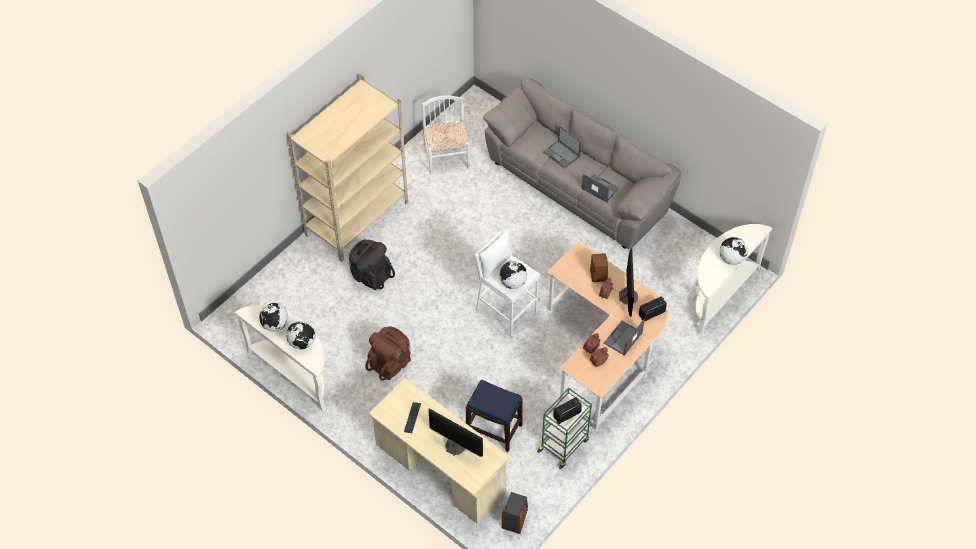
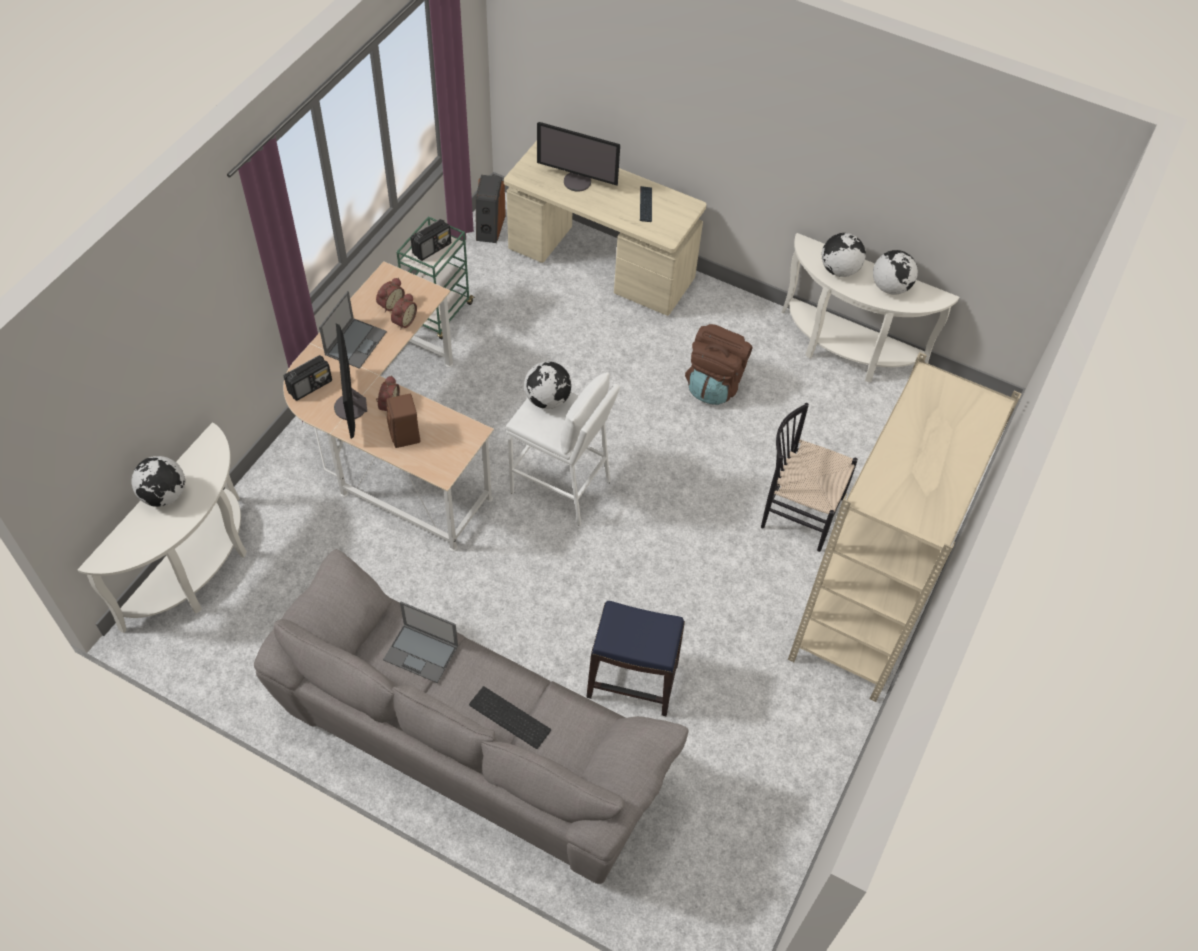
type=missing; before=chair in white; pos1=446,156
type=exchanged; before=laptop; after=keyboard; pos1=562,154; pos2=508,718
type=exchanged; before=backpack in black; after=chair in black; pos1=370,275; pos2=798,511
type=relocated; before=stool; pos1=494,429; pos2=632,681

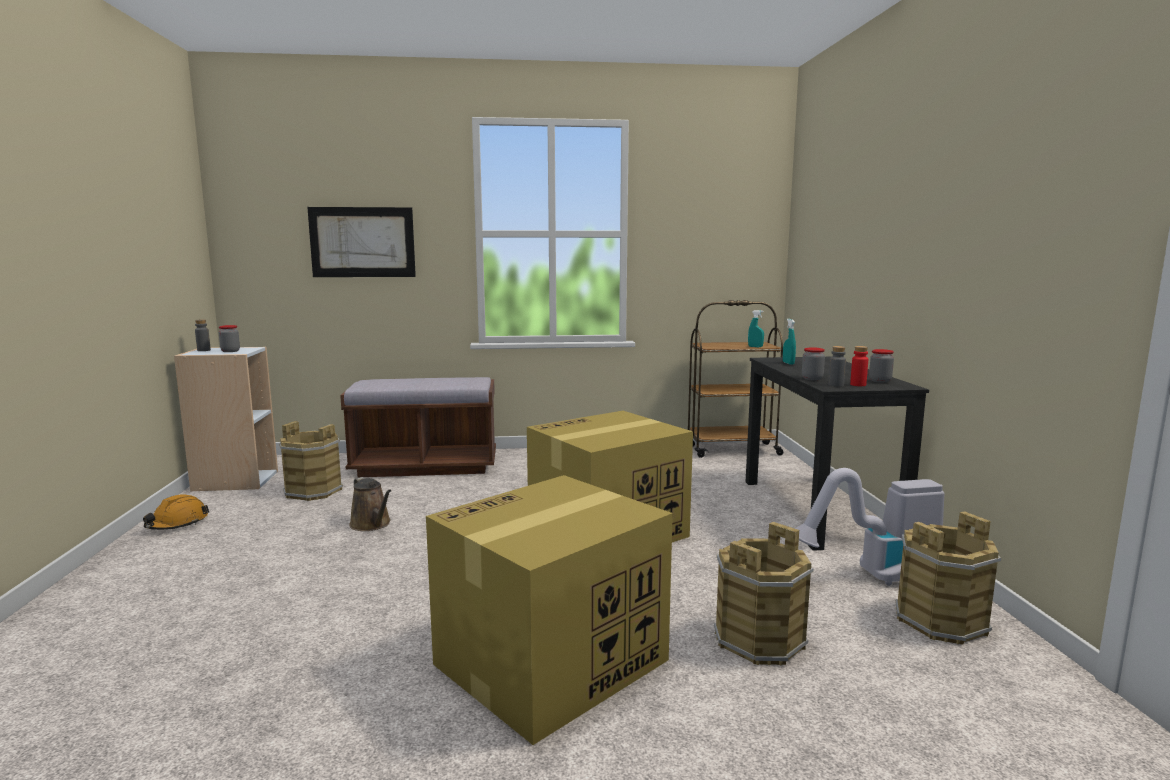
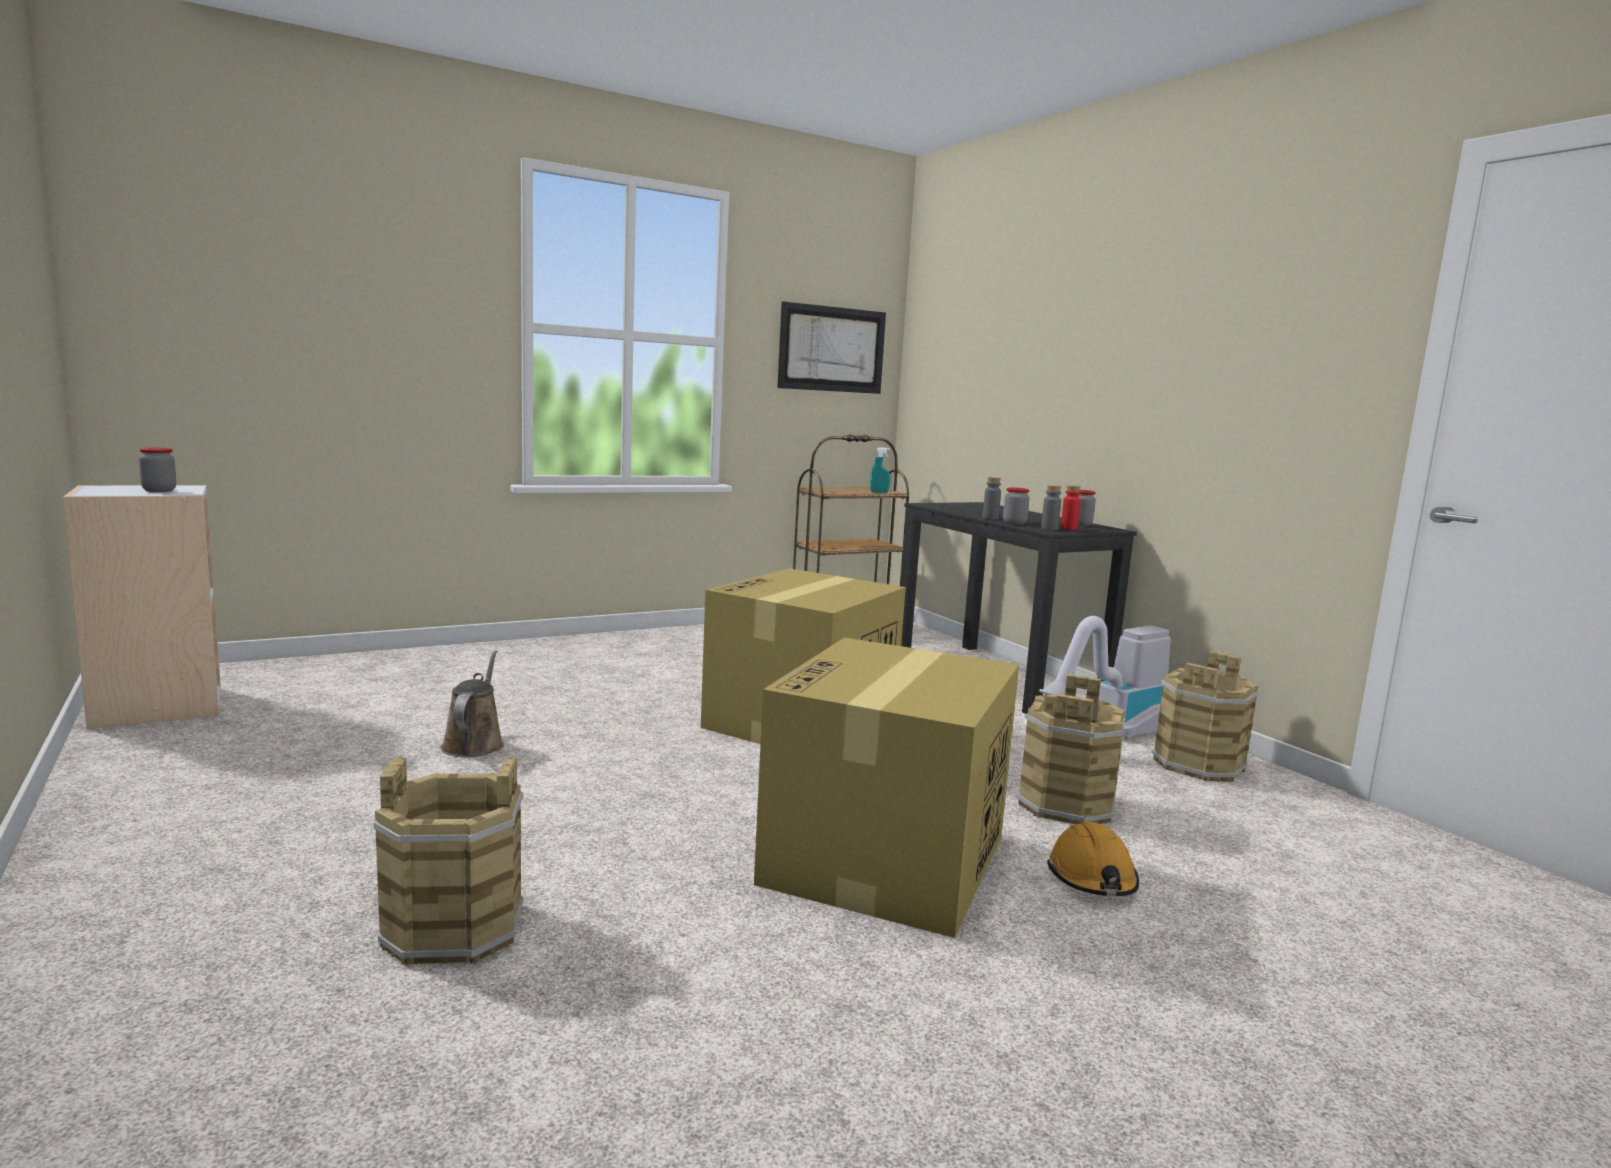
type=relocated; before=picture; pos1=362,242; pos2=832,349
type=missing; before=spray bottle in turquoise; pos1=788,363
type=relocated; before=bottle in grey; pos1=204,350; pos2=990,518
type=missing; before=bench in brown; pos1=425,466
type=relocated; before=bucket in brown; pos1=314,491; pos2=454,927
type=spun; before=watering can in brown; pos1=372,524; pos2=474,744; turn=-120
type=relocated; before=hard hat in orange; pos1=177,524; pos2=1092,878

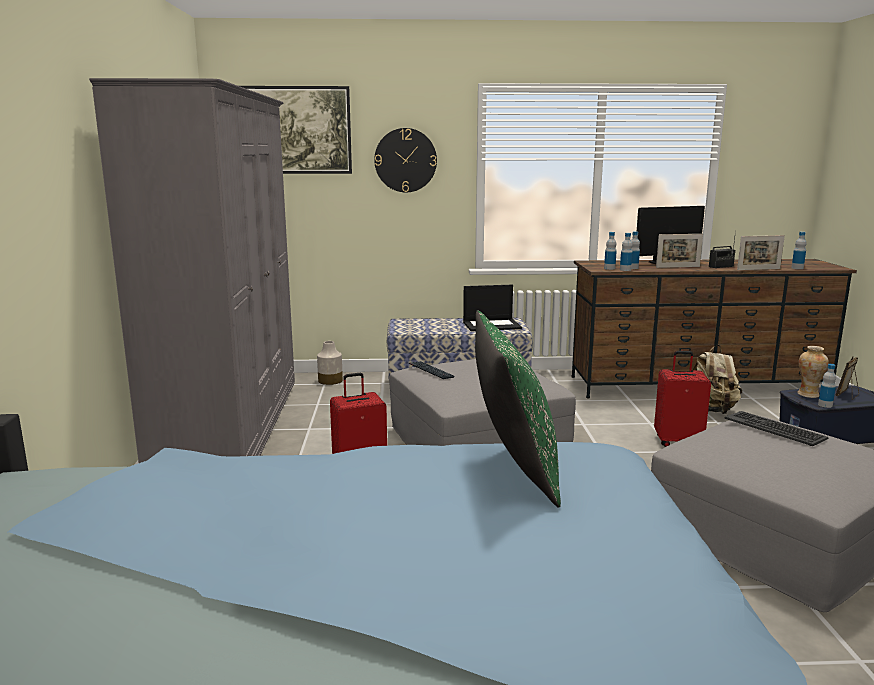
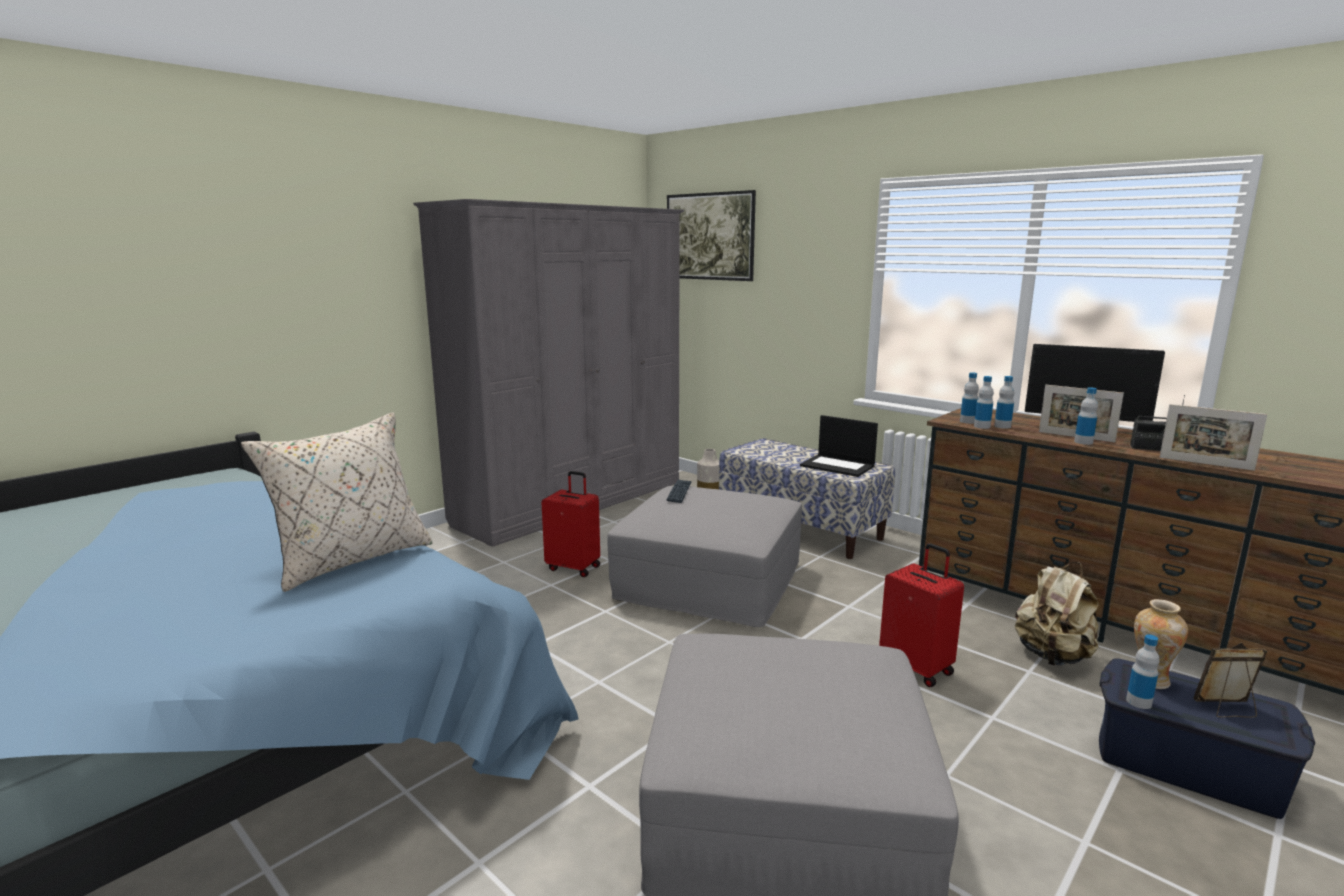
type=missing; before=wall clock; pos1=405,160
type=relocated; before=bottle; pos1=797,268; pos2=1083,442
type=colour; before=pillow in green; after=pillow in beige; pos1=513,470; pos2=351,560
type=missing; before=keyboard; pos1=775,428

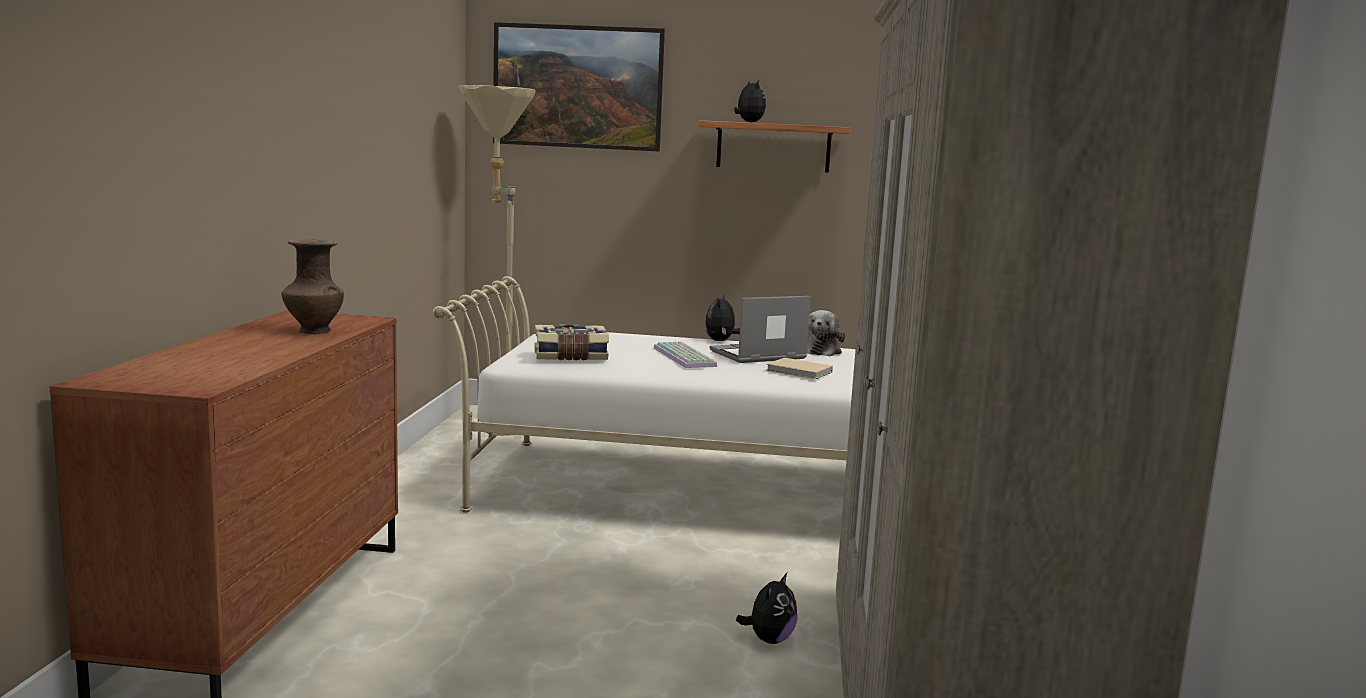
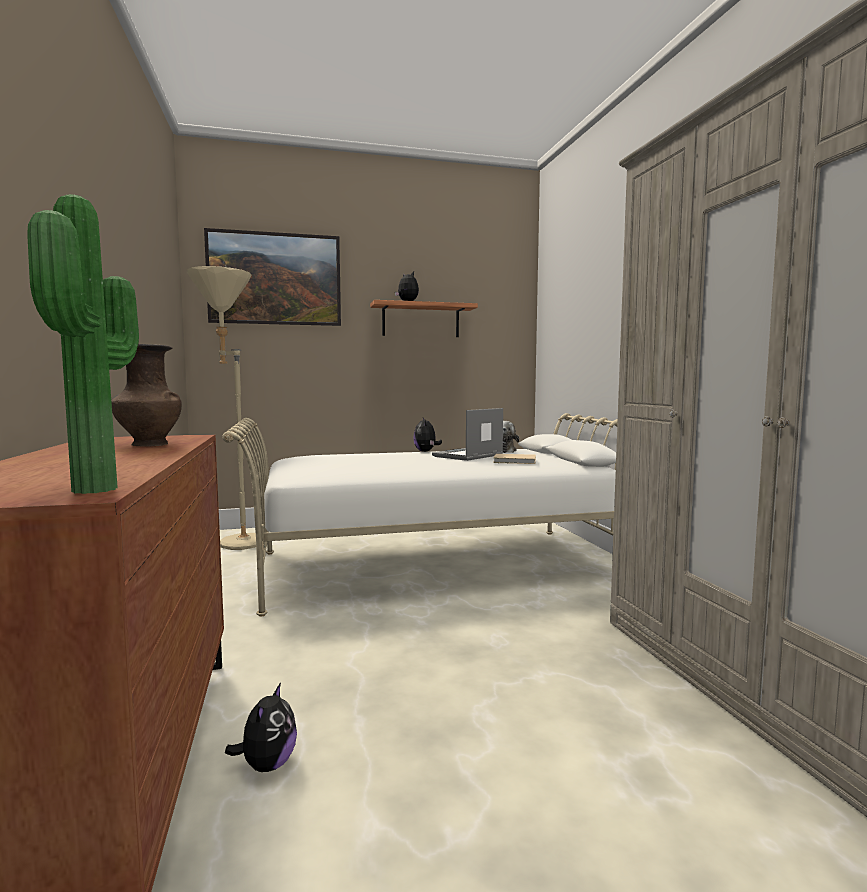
type=missing; before=book; pos1=570,356
type=missing; before=keyboard; pos1=686,357
type=relocated; before=plush toy; pos1=769,640; pos2=267,765
type=appeared; after=potted plant; pos2=103,489

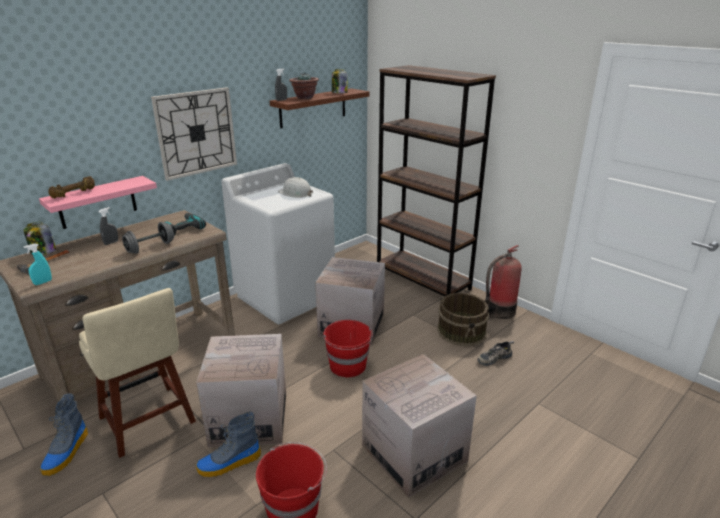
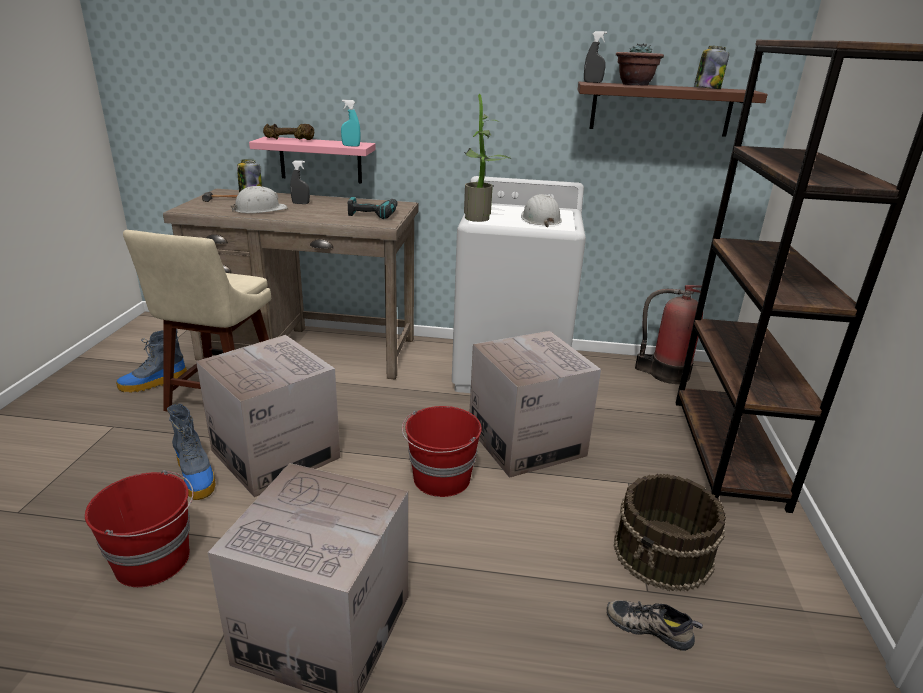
type=missing; before=wall clock; pos1=196,133
type=missing; before=dumbbell in grey; pos1=150,247
type=relocated; before=spray bottle in turquoise; pos1=43,282; pos2=351,146
type=relocated; before=fire extinguisher; pos1=499,312; pos2=665,373
type=spun; before=boot; pos1=229,463; pos2=196,477; turn=-150
type=appeared; after=potted plant; pos2=481,218
type=appeared; after=hard hat in white; pos2=260,209

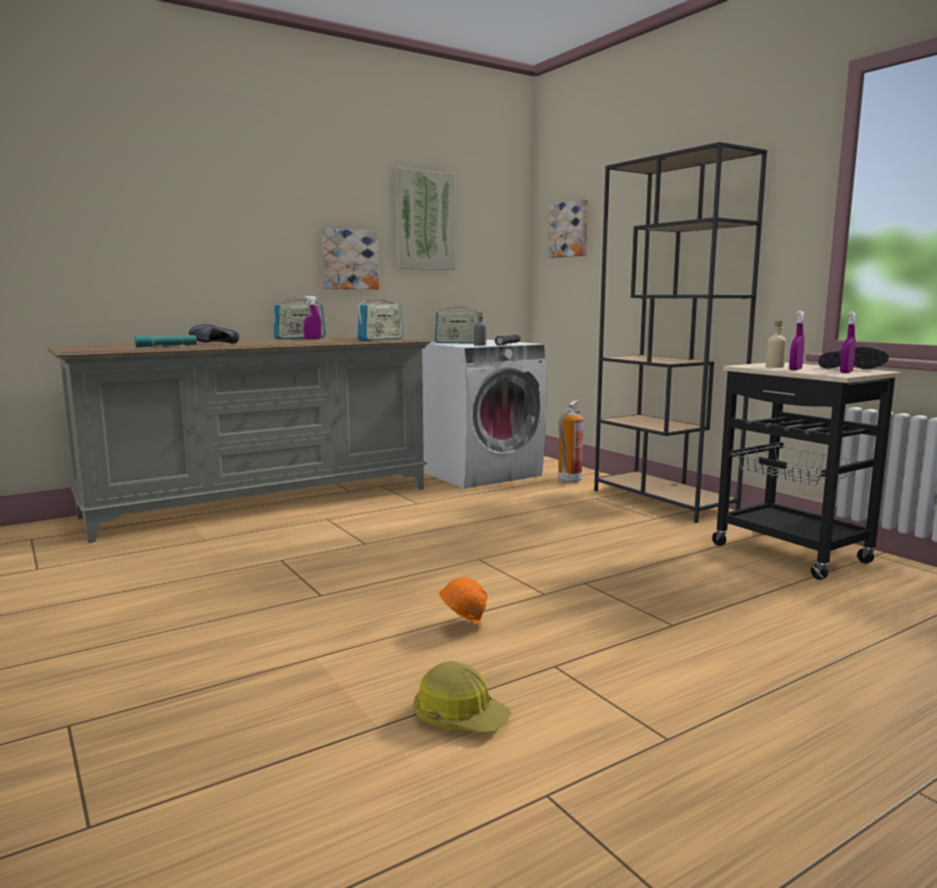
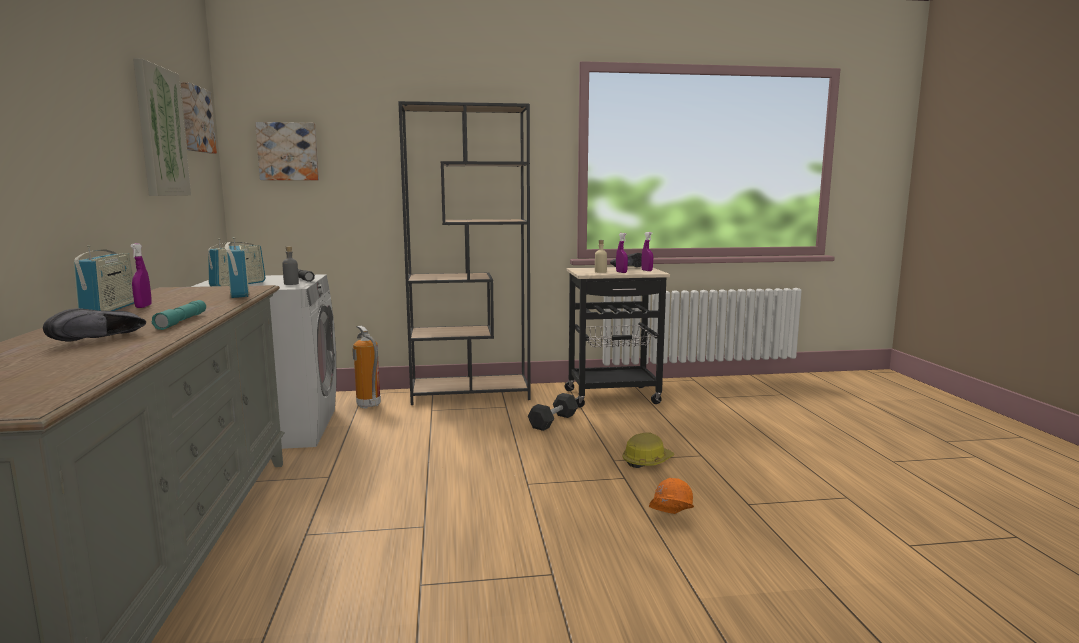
type=relocated; before=picture; pos1=349,260; pos2=195,119
type=relocated; before=flashlight in turquoise; pos1=166,346; pos2=182,321
type=relocated; before=hard hat; pos1=459,717; pos2=647,461
type=appeared; after=dumbbell in black; pos2=553,421

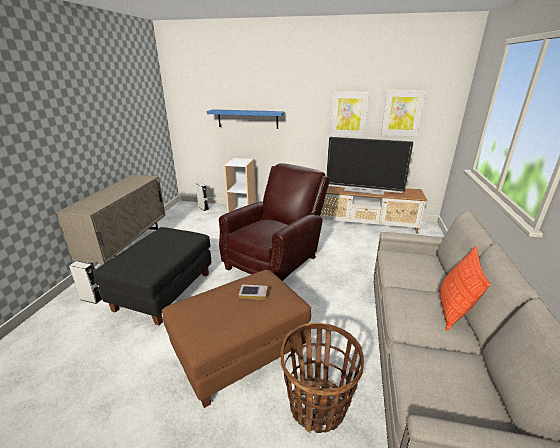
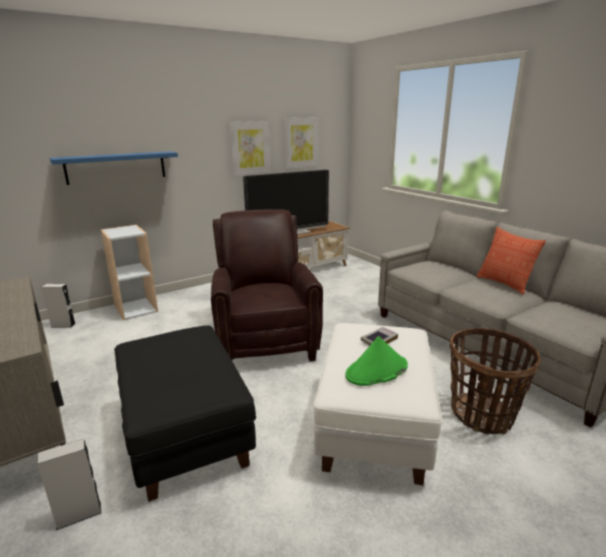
type=colour; before=ottoman in brown; after=ottoman in white; pos1=239,353; pos2=374,426
type=appeared; after=hat in green; pos2=376,371

